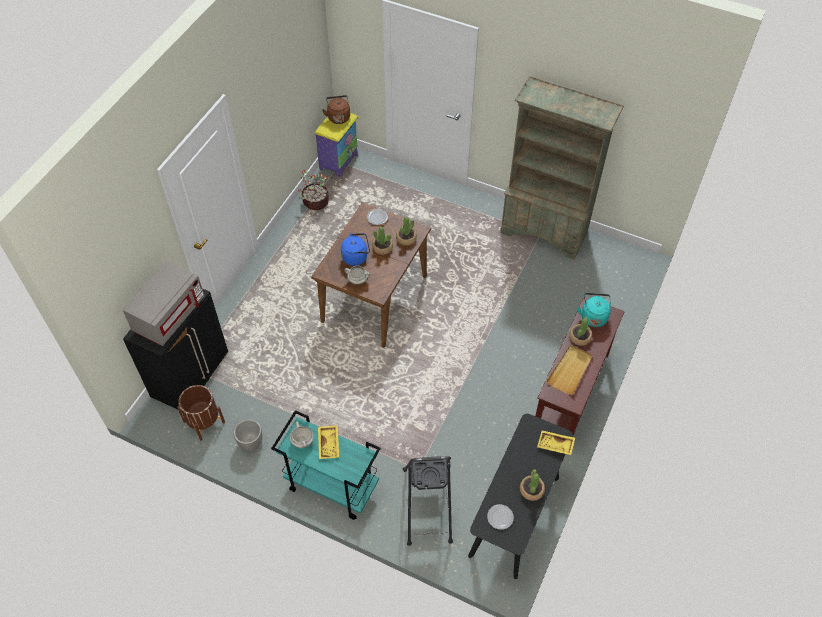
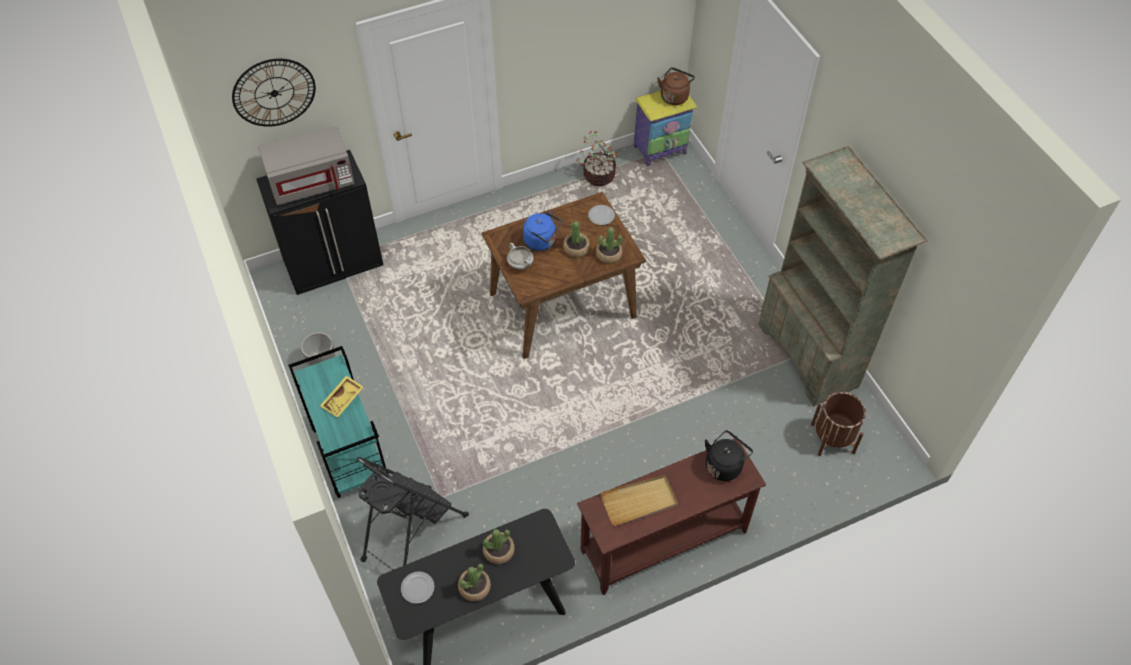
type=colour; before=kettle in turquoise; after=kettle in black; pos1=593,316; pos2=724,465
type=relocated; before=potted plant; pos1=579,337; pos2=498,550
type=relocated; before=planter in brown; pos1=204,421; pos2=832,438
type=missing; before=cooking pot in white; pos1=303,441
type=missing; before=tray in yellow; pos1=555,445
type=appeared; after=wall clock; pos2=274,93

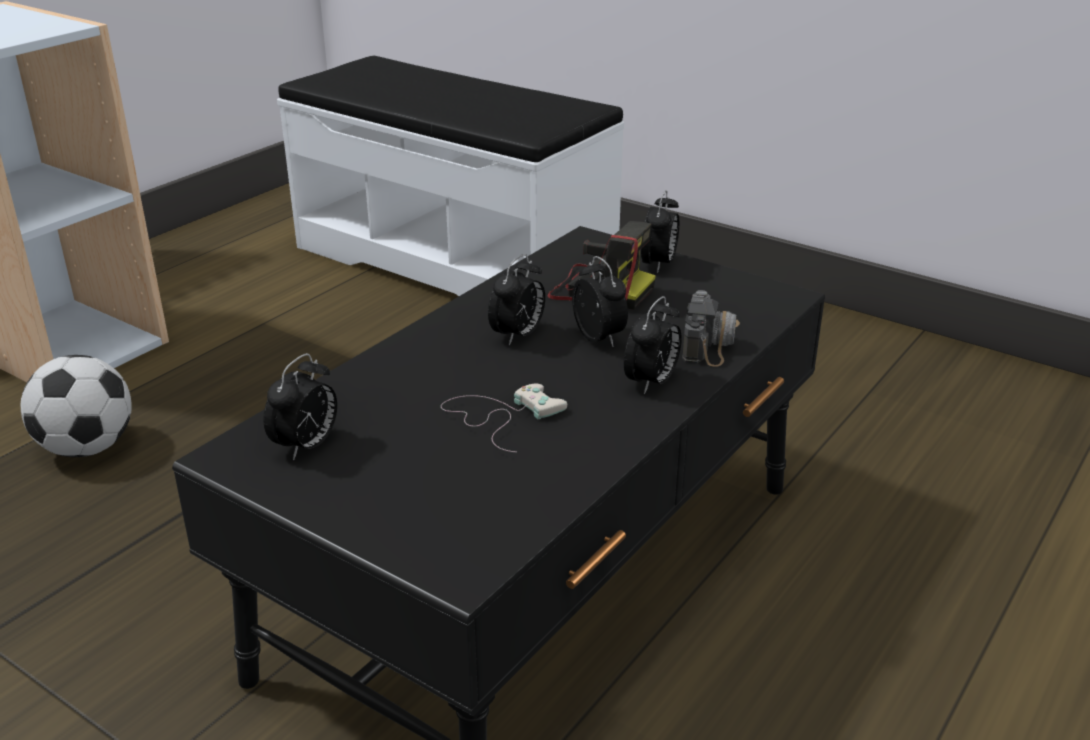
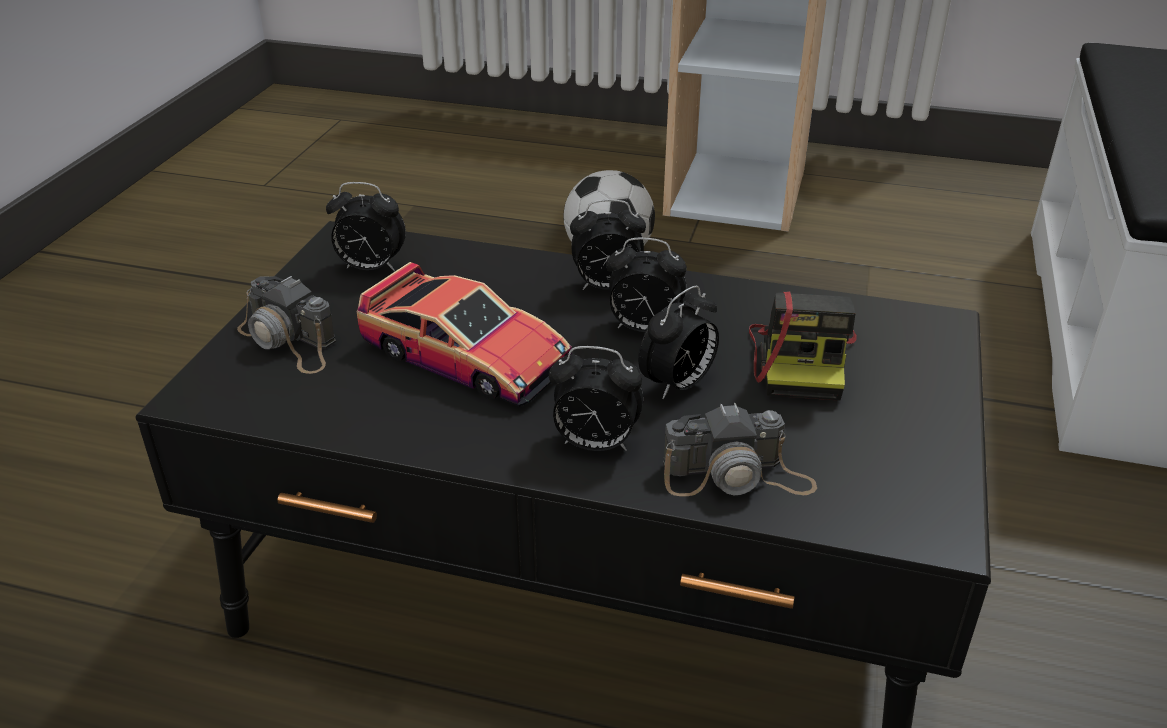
type=relocated; before=alarm clock; pos1=659,265; pos2=607,287
type=exchanged; before=game controller in white; after=toy car; pos1=501,416; pos2=467,356
type=appeared; after=photo camera; pos2=289,341

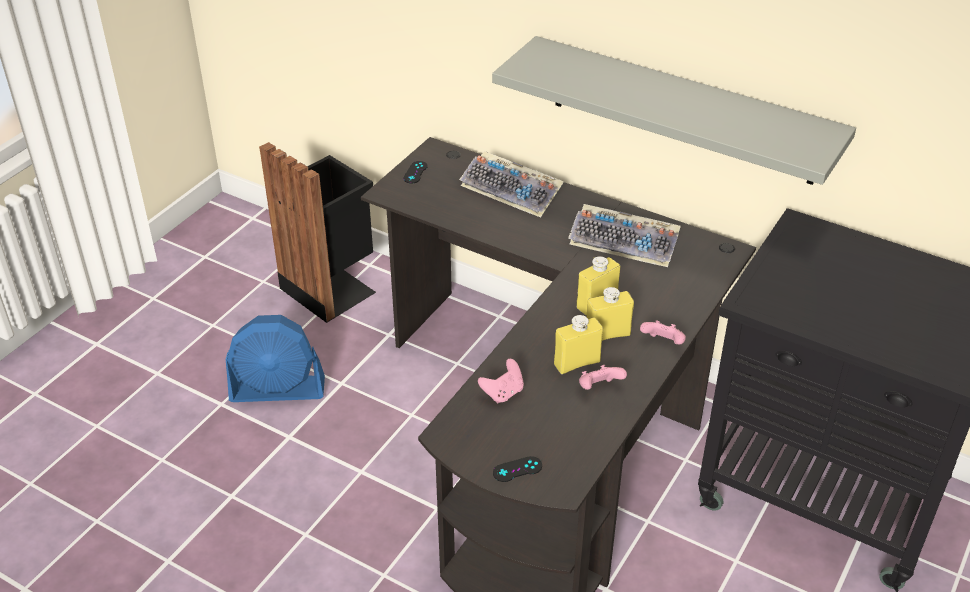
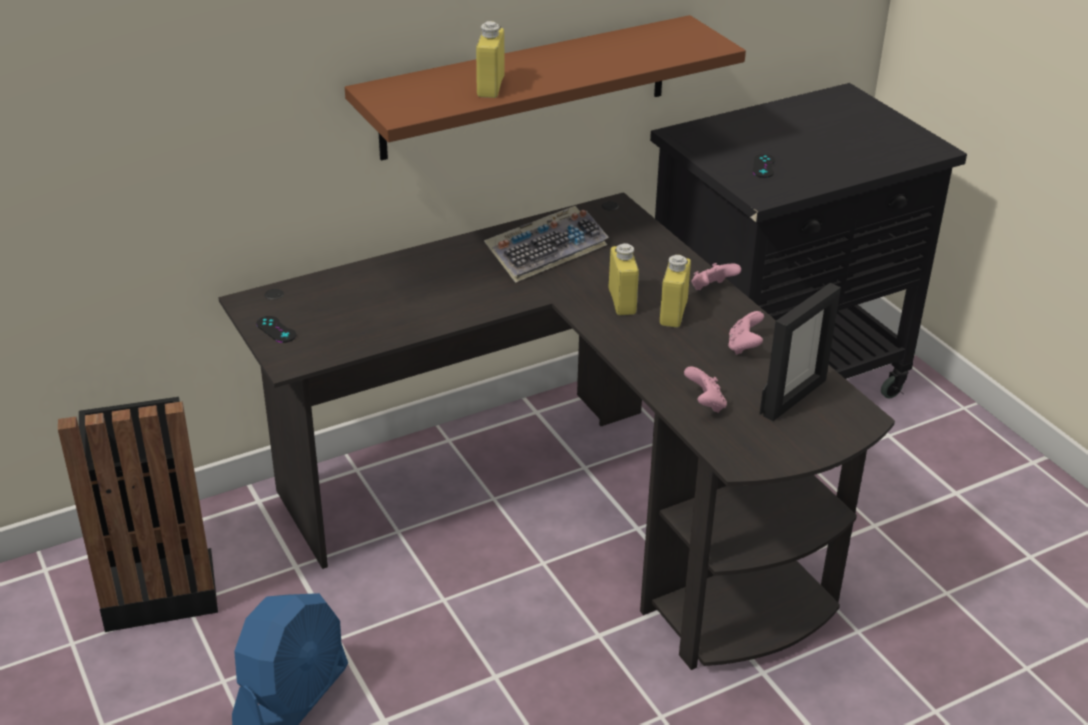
type=colour; before=shelf in grey; after=shelf in brown; pos1=682,111; pos2=526,87
type=missing; before=keyboard; pos1=512,191
type=relocated; before=bottle in yellow; pos1=577,363; pos2=490,87
type=relocated; before=game controller in black; pos1=517,469; pos2=763,166
type=appeared; after=picture frame; pos2=793,397

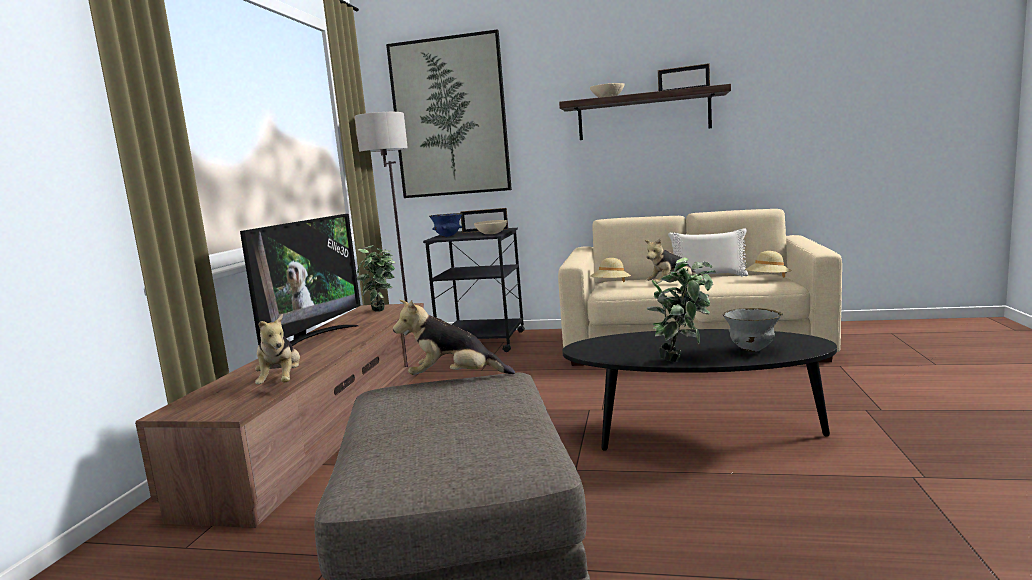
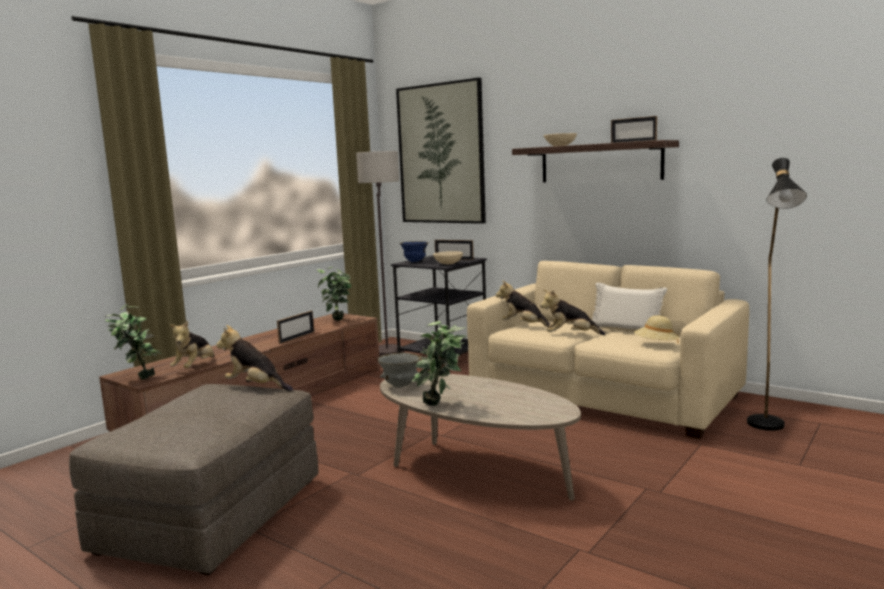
type=missing; before=television; pos1=312,340
type=exchanged; before=hat in beige; after=plush toy; pos1=611,285; pos2=524,326
type=relocated; before=bowl in grey; pos1=752,350; pos2=400,386
type=colour; before=coffee table in black; after=coffee table in beige; pos1=695,434; pos2=475,472
type=appeared; after=floor lamp in black; pos2=768,429
type=appeared; after=potted plant; pos2=138,378
type=appeared; after=picture frame; pos2=297,337

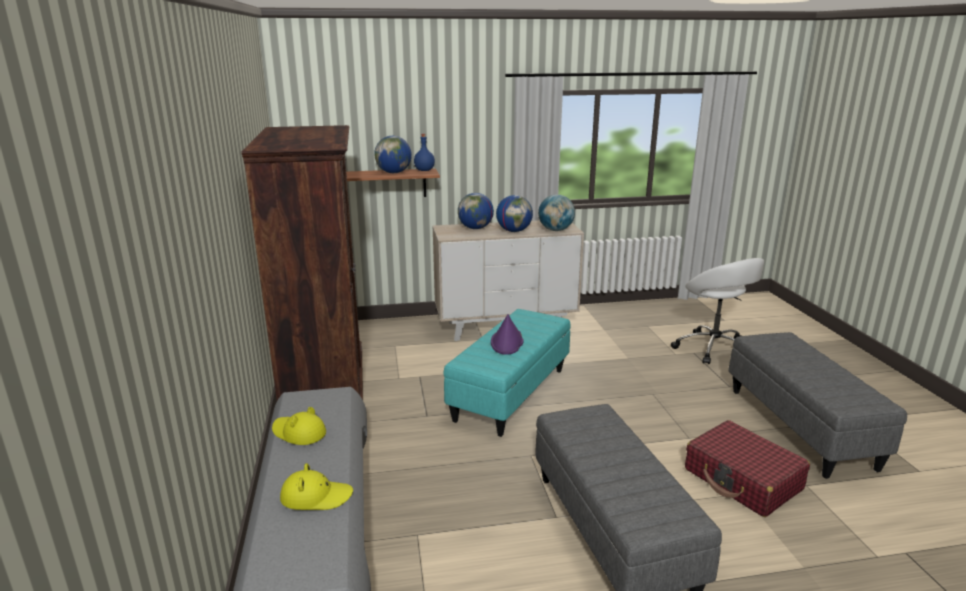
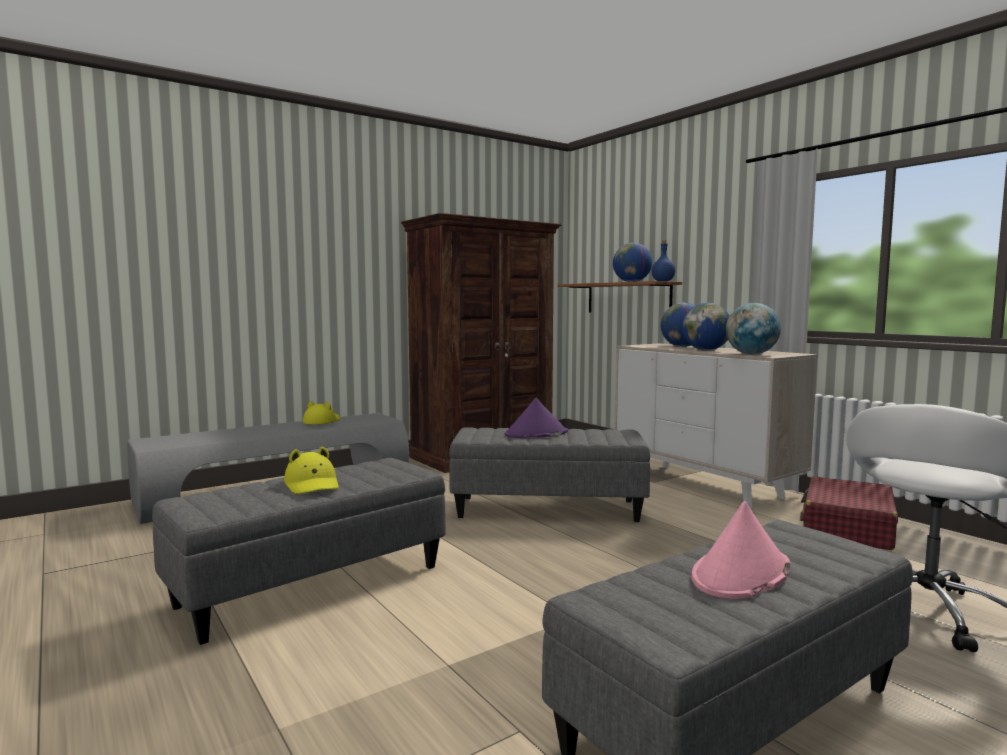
type=colour; before=ottoman in turquoise; after=ottoman in grey; pos1=511,395; pos2=547,510
type=relocated; before=suitcase in red; pos1=743,480; pos2=847,528
type=relocated; before=hat in yellow; pos1=316,496; pos2=312,485
type=appeared; after=hat in pink; pos2=741,574

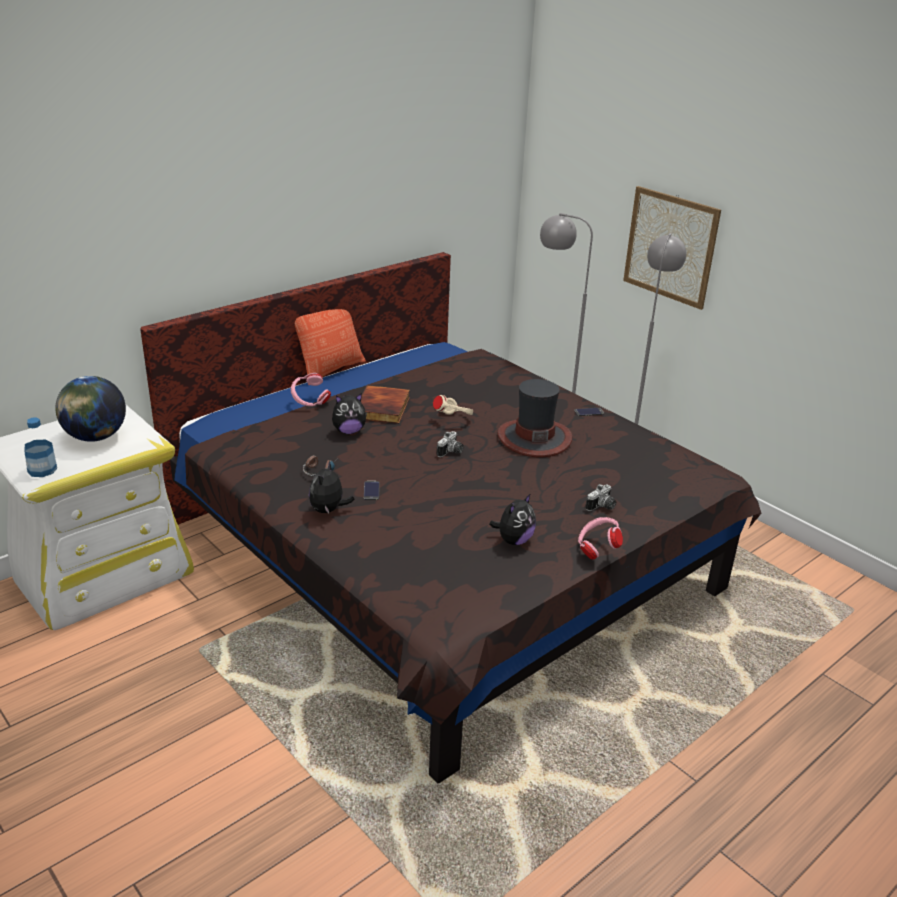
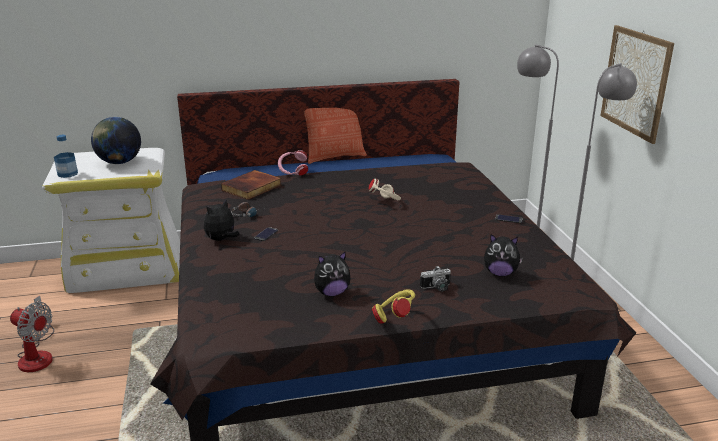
type=missing; before=hat; pos1=534,438
type=relocated; before=book; pos1=383,408; pos2=252,188
type=relocated; before=plush toy; pos1=349,431; pos2=500,273
type=missing; before=photo camera; pos1=451,452
type=colour; before=headphones in pink; after=headphones in yellow; pos1=597,549; pos2=394,317
type=appeared; after=fan; pos2=37,355

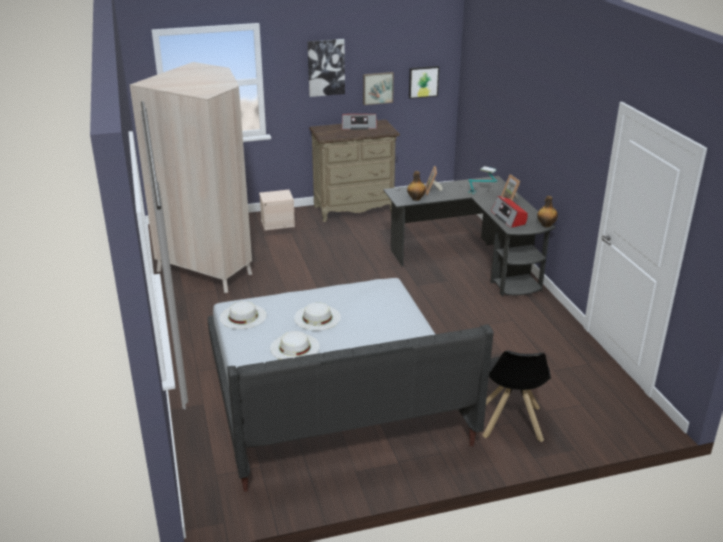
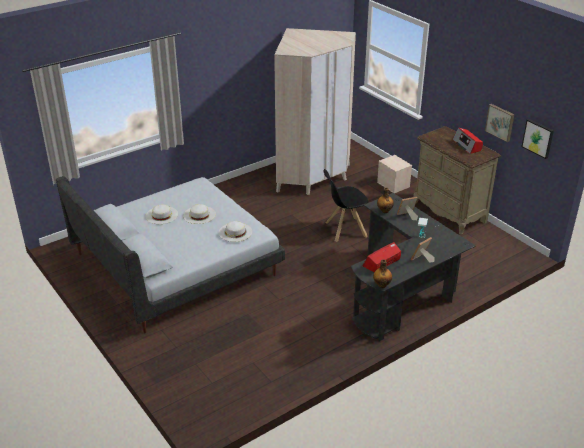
type=missing; before=picture; pos1=326,67
type=relocated; before=hat in white; pos1=243,316; pos2=235,232
type=relocated; before=chair in black; pos1=511,423; pos2=344,229

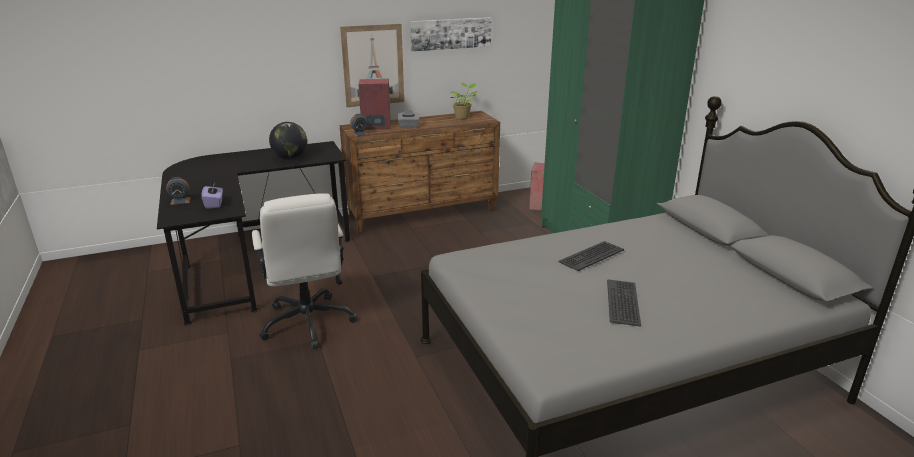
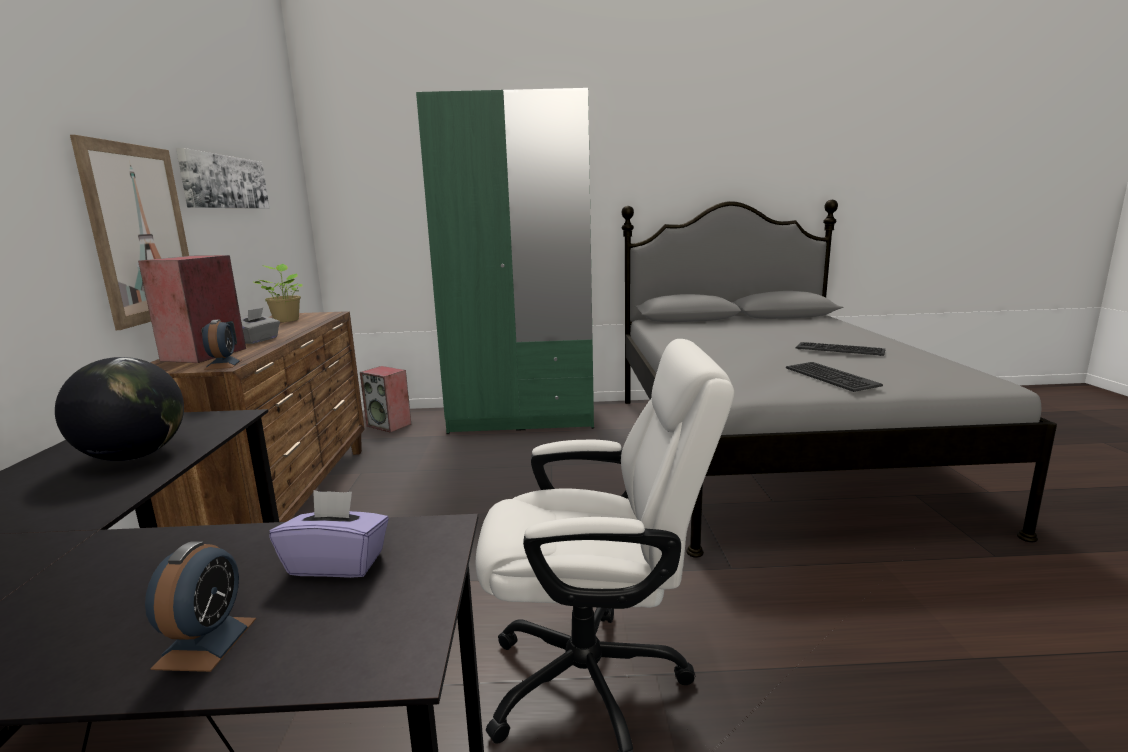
type=relocated; before=keyboard; pos1=591,256; pos2=830,377

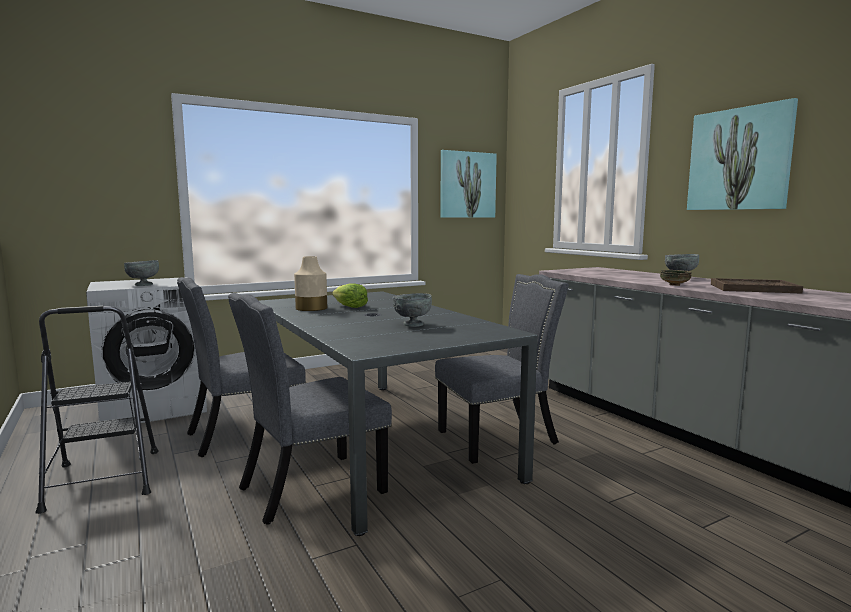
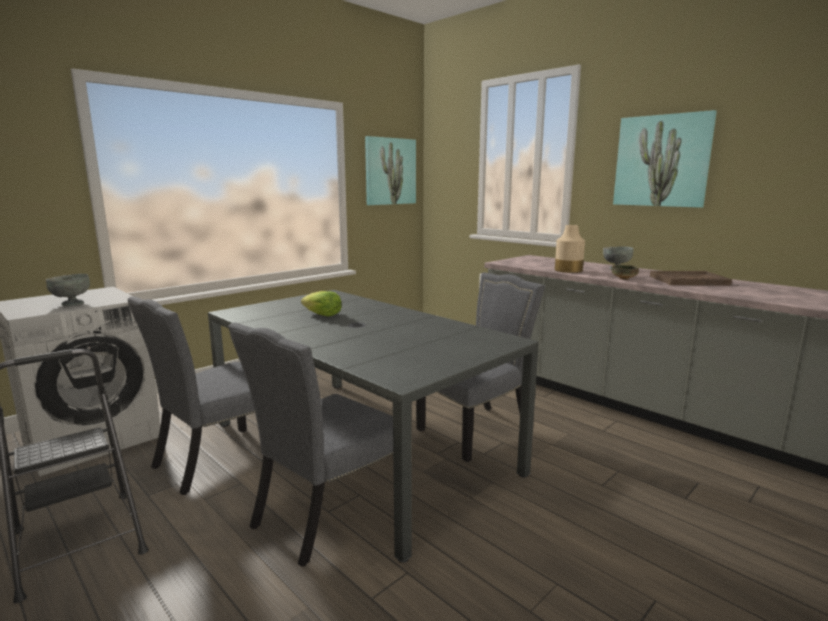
type=relocated; before=vase in beige; pos1=311,308; pos2=568,270
type=missing; before=bowl in grey; pos1=412,325

